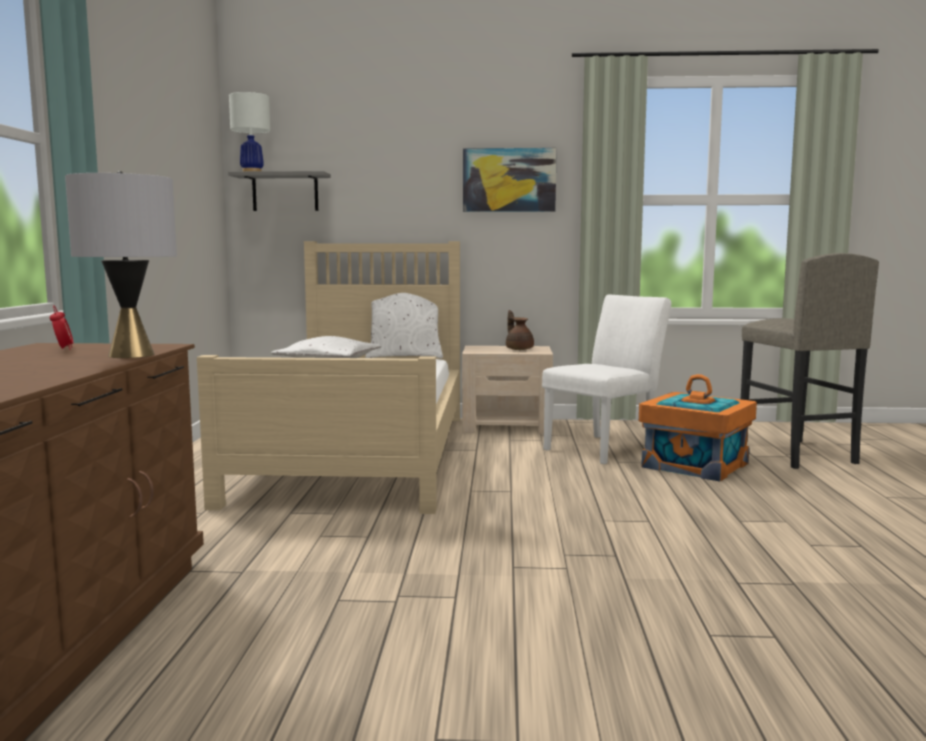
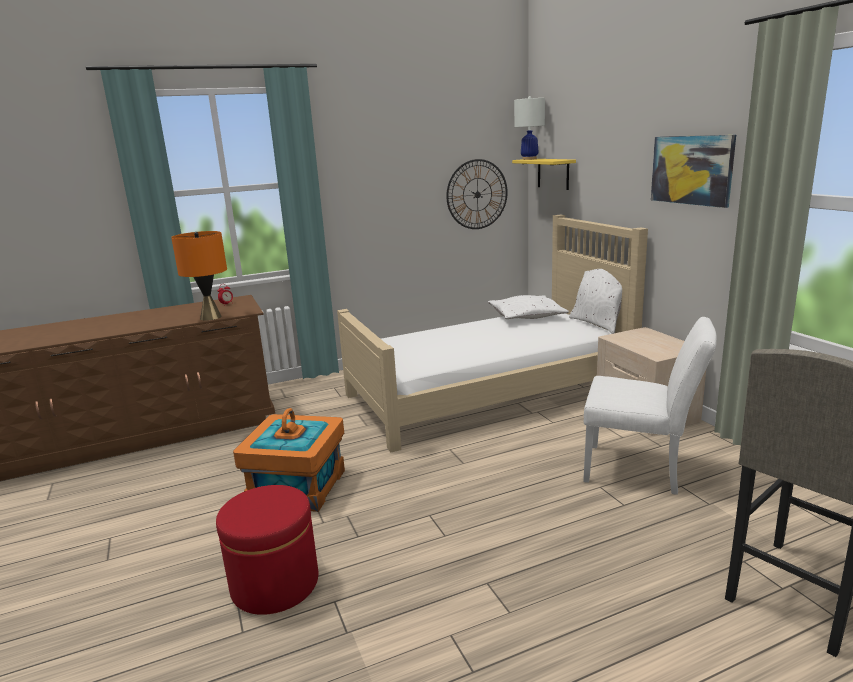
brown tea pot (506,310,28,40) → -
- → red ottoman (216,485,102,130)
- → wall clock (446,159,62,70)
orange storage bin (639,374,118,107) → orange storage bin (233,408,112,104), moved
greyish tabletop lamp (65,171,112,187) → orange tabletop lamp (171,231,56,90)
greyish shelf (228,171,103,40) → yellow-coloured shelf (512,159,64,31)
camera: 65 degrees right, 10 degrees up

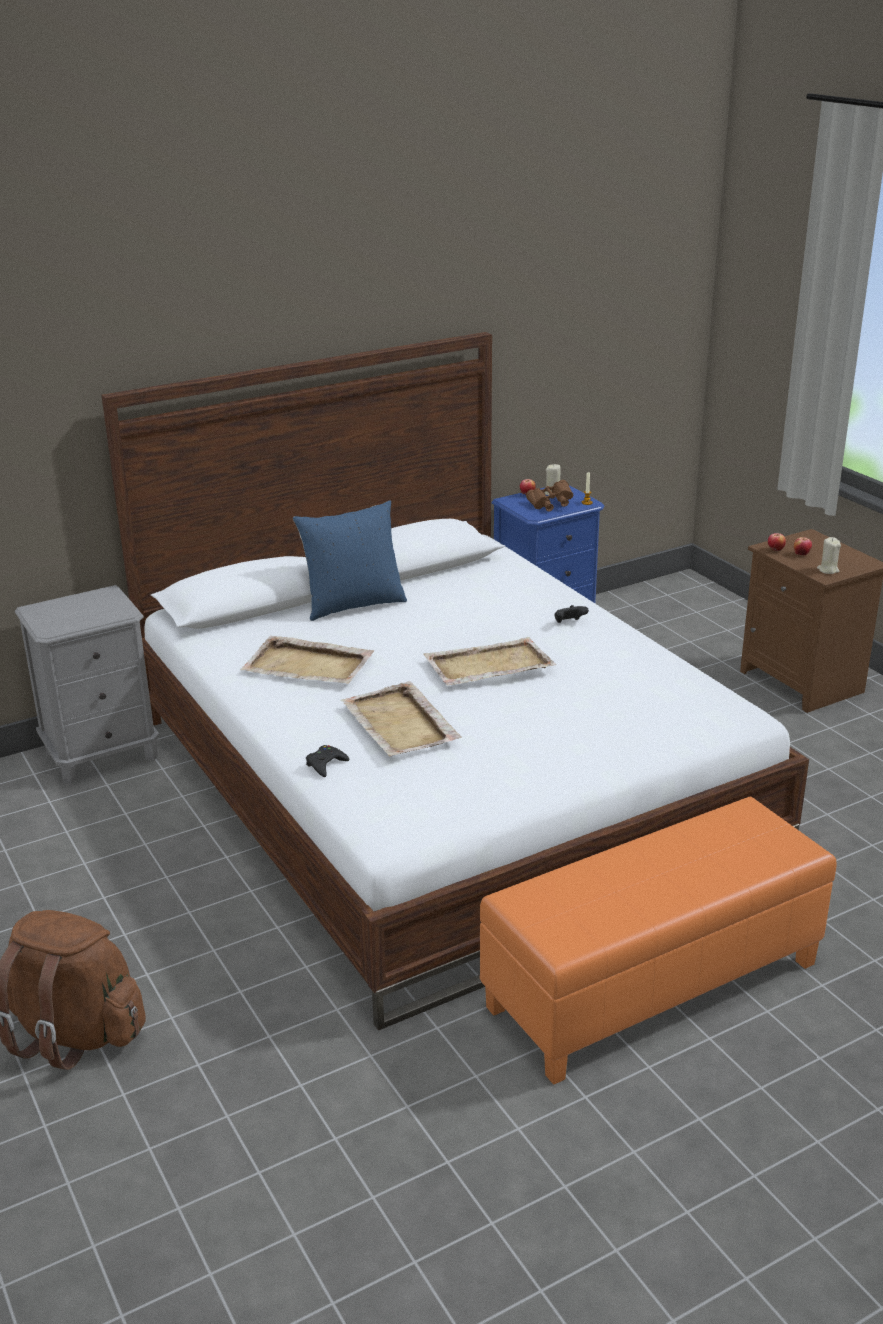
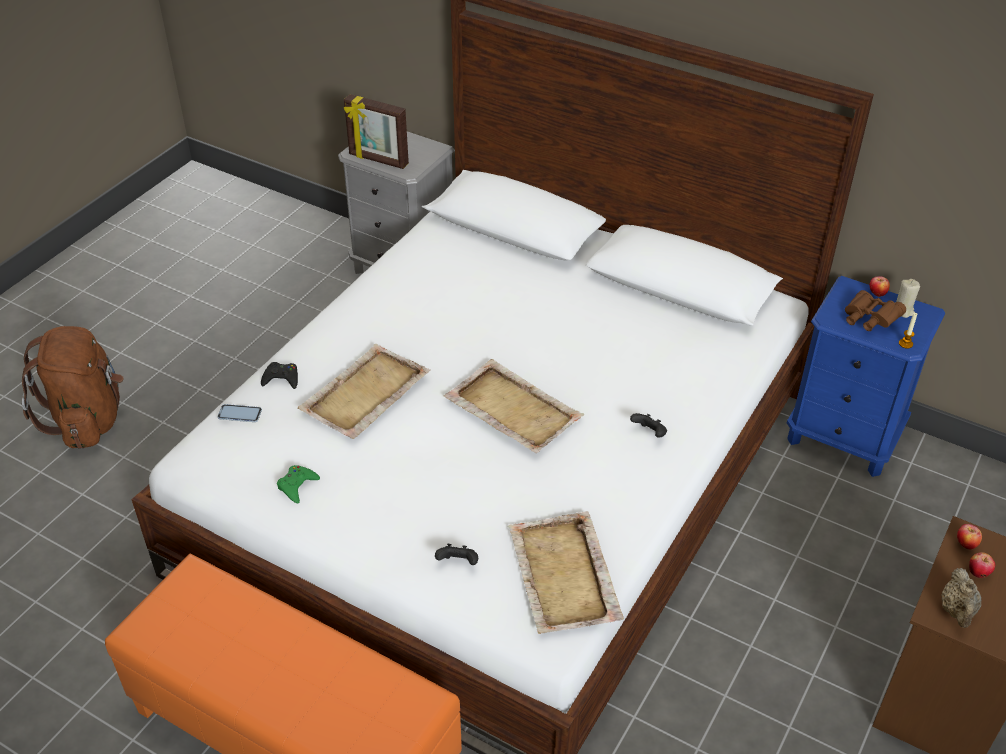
bluish pillow (293,500,114,121) → -
- → telephone (217,404,45,18)
- → green-coloured joypad (277,465,43,38)
- → photo frame (344,94,65,75)
- → black-coloured joypad (435,544,43,21)
sand-coloured carrying tray (240,636,134,48) → sand-coloured carrying tray (508,511,116,123), moved
sand-coloured wax candle (817,537,24,37) → sand-coloured tea pot (942,568,39,60)
camera: 60 degrees right, 15 degrees up

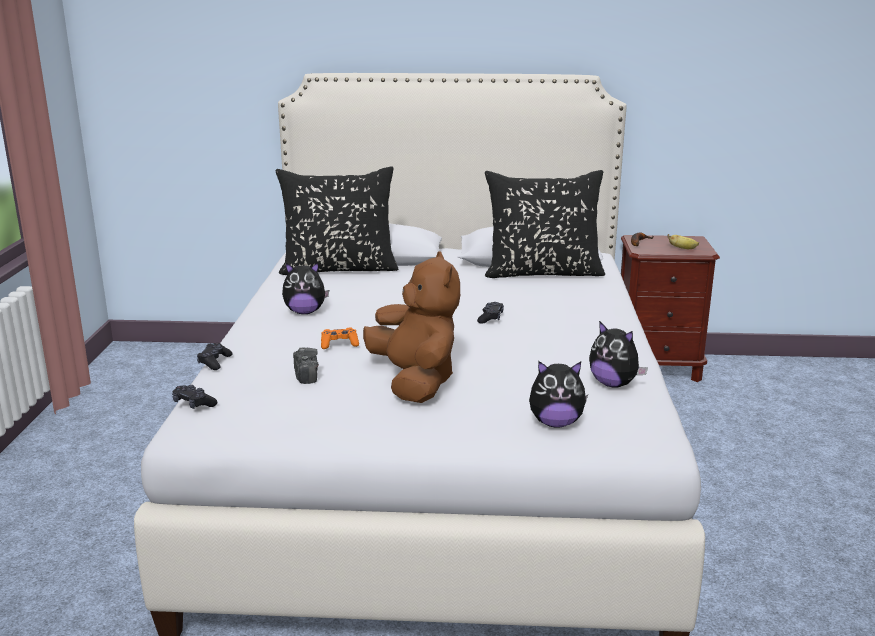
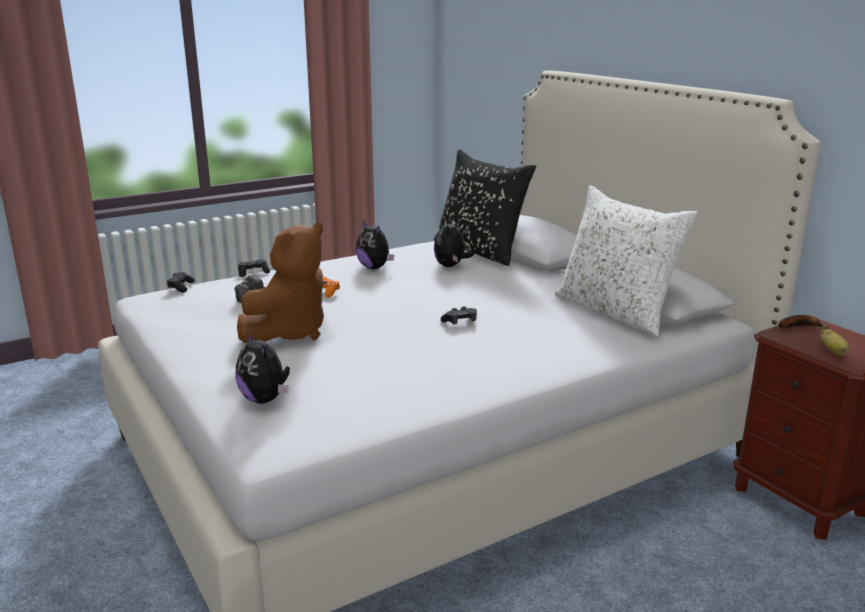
plush toy (589,321,59,67) → plush toy (434,218,41,49), moved
black-coloured pillow (485,170,120,108) → whitish pillow (555,185,143,151)
camera: 55 degrees right, 0 degrees up

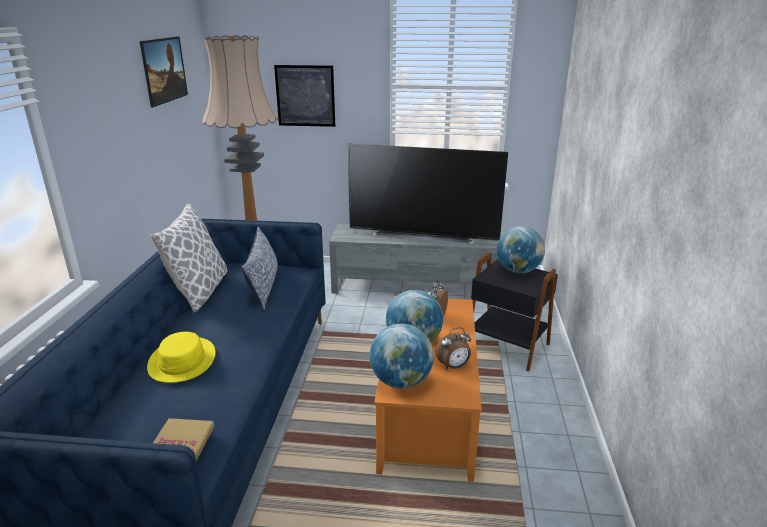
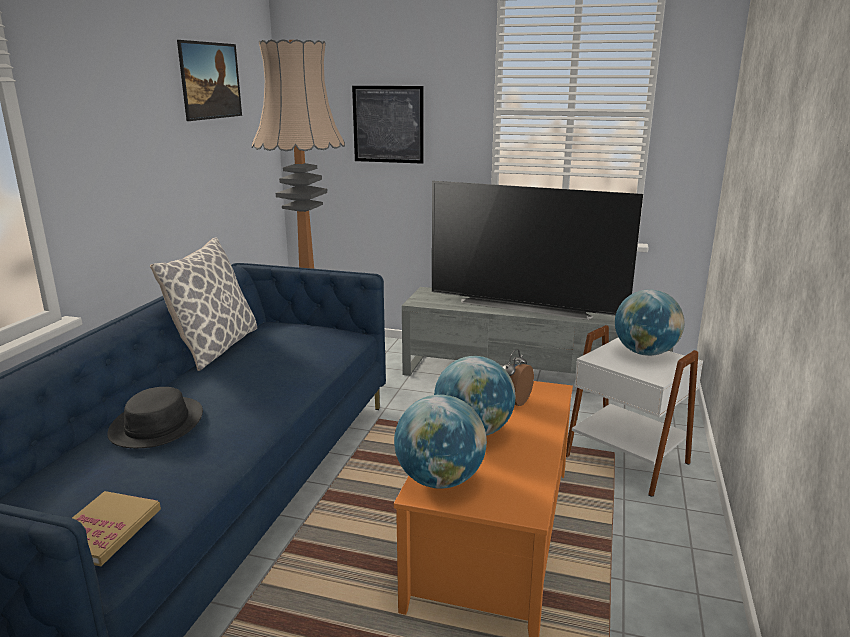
pillow (241,227,37,83) → -
table clock (435,327,36,43) → -
yellow-coloured hat (147,332,68,51) → black-coloured hat (107,387,96,61)
black-coloured end table (471,252,87,119) → whitish end table (566,325,137,172)
camera: 10 degrees right, 5 degrees down

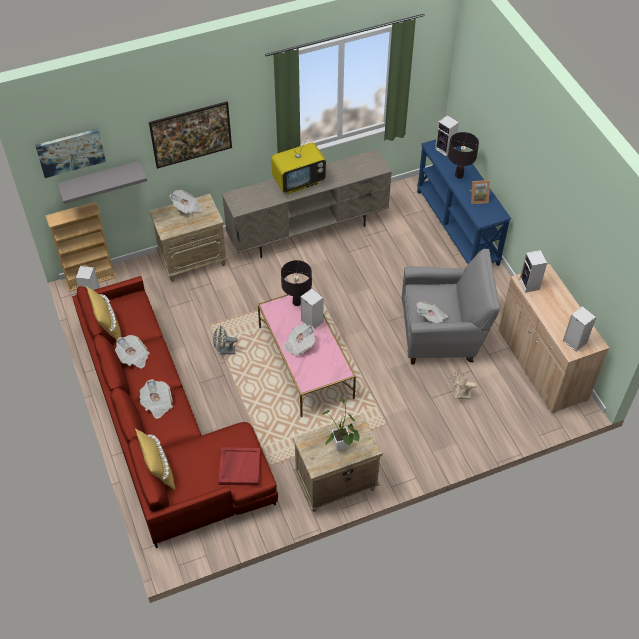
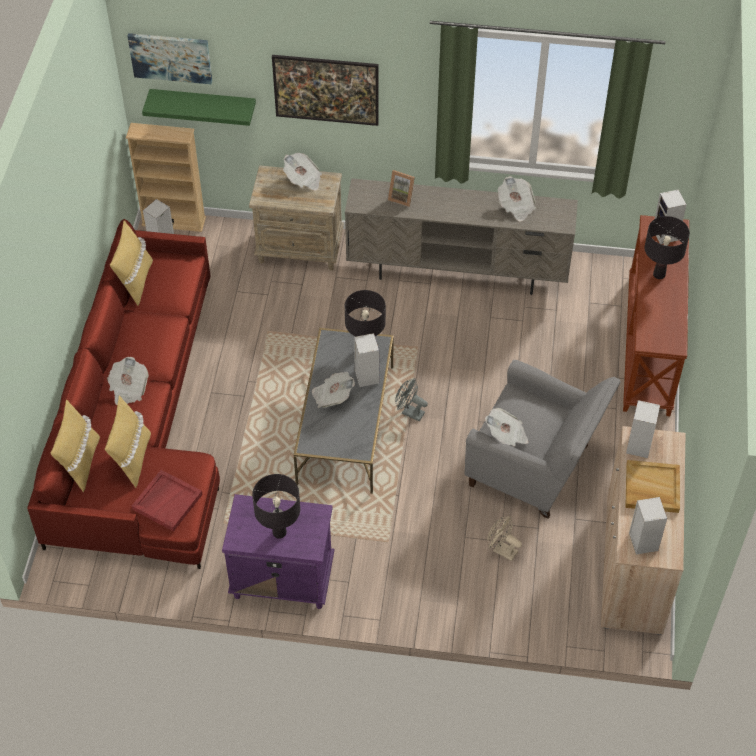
TV set (271,137,55,57) → -
- → yellow-coloured pillow (105,396,46,92)
- → sand-coloured carrying tray (625,460,55,53)
daily paper (115,335,35,34) → daily paper (498,176,38,46), moved
greyish fan (213,326,25,29) → greyish fan (395,378,33,43), moved
photo frame (470,180,20,24) → photo frame (388,170,27,37), moved
plant in a pot (322,398,38,53) → black-coloured tabletop lamp (252,474,48,65)
greyish shelf (57,161,90,43) → green-coloured shelf (142,89,114,37)
pink low table (258,294,98,123) → greyish low table (294,328,100,166)
sand-coloured night table (293,414,90,98) → purple-coloured night table (222,494,113,115)
bluish console table (417,139,94,127) → brown console table (623,215,66,201)
camera: 30 degrees right, 0 degrees up

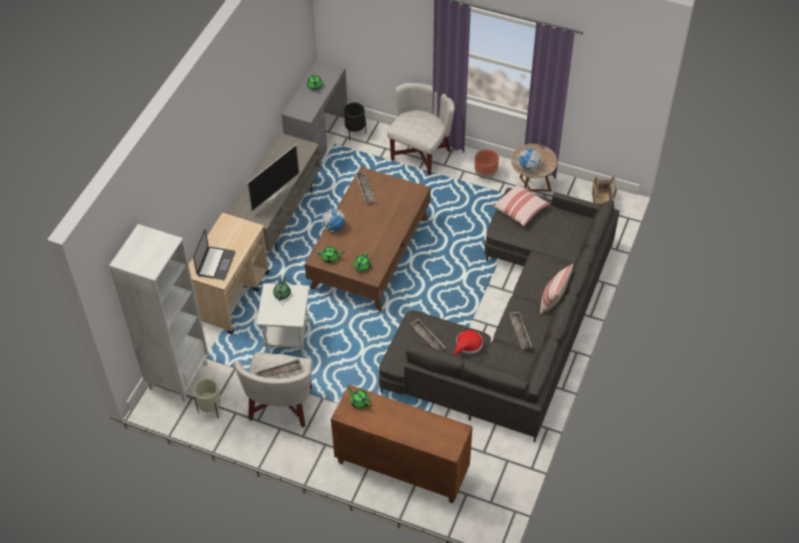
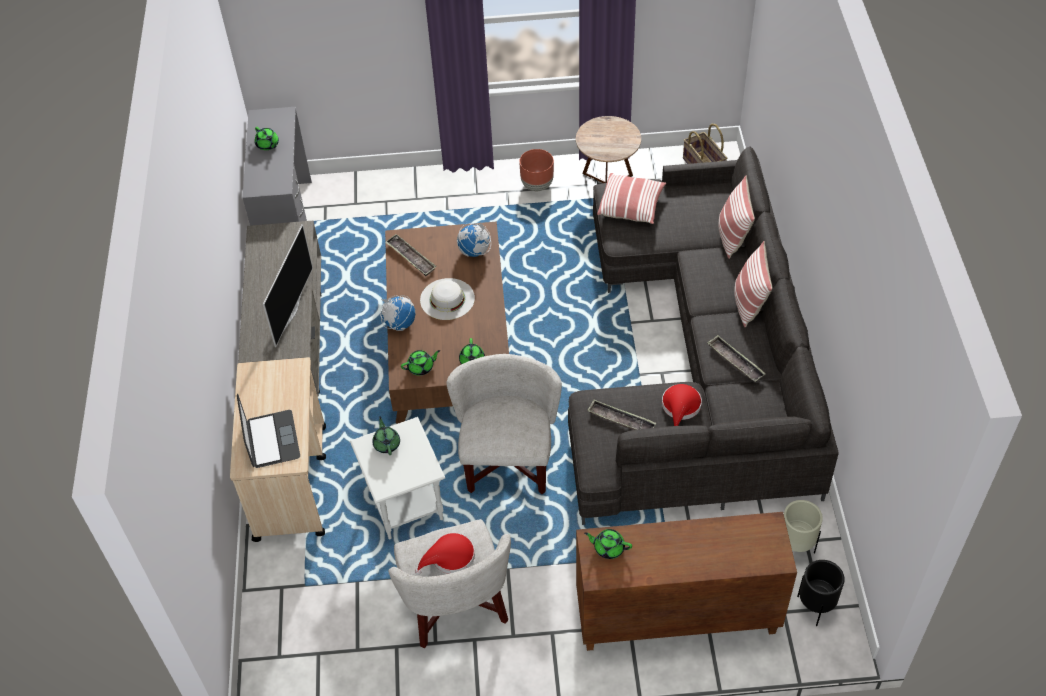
whitish bookcase (109,224,100,178) → -
- → whitish hat (420,278,55,42)
- → pillow (719,175,36,84)
sand-coloured flower pot (193,378,28,40) → sand-coloured flower pot (784,500,39,53), moved
black-coloured flower pot (344,102,22,39) → black-coloured flower pot (797,560,48,66), moved
whitish easy chair (387,83,68,92) → whitish easy chair (446,354,116,140), moved
desk globe (519,147,22,23) → desk globe (457,222,34,35), moved
carrying tray (255,359,48,19) → red hat (415,533,60,42)
camera: 25 degrees left, 0 degrees up

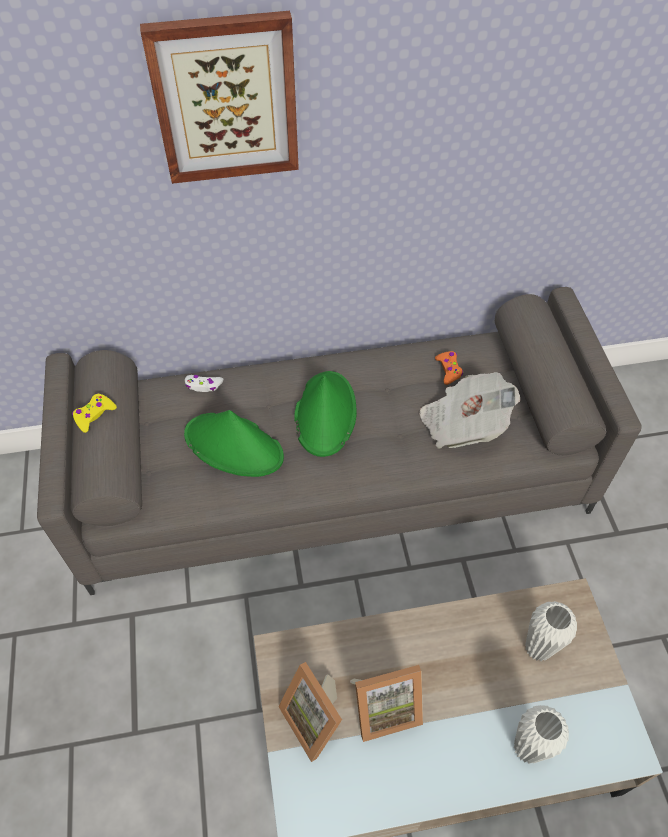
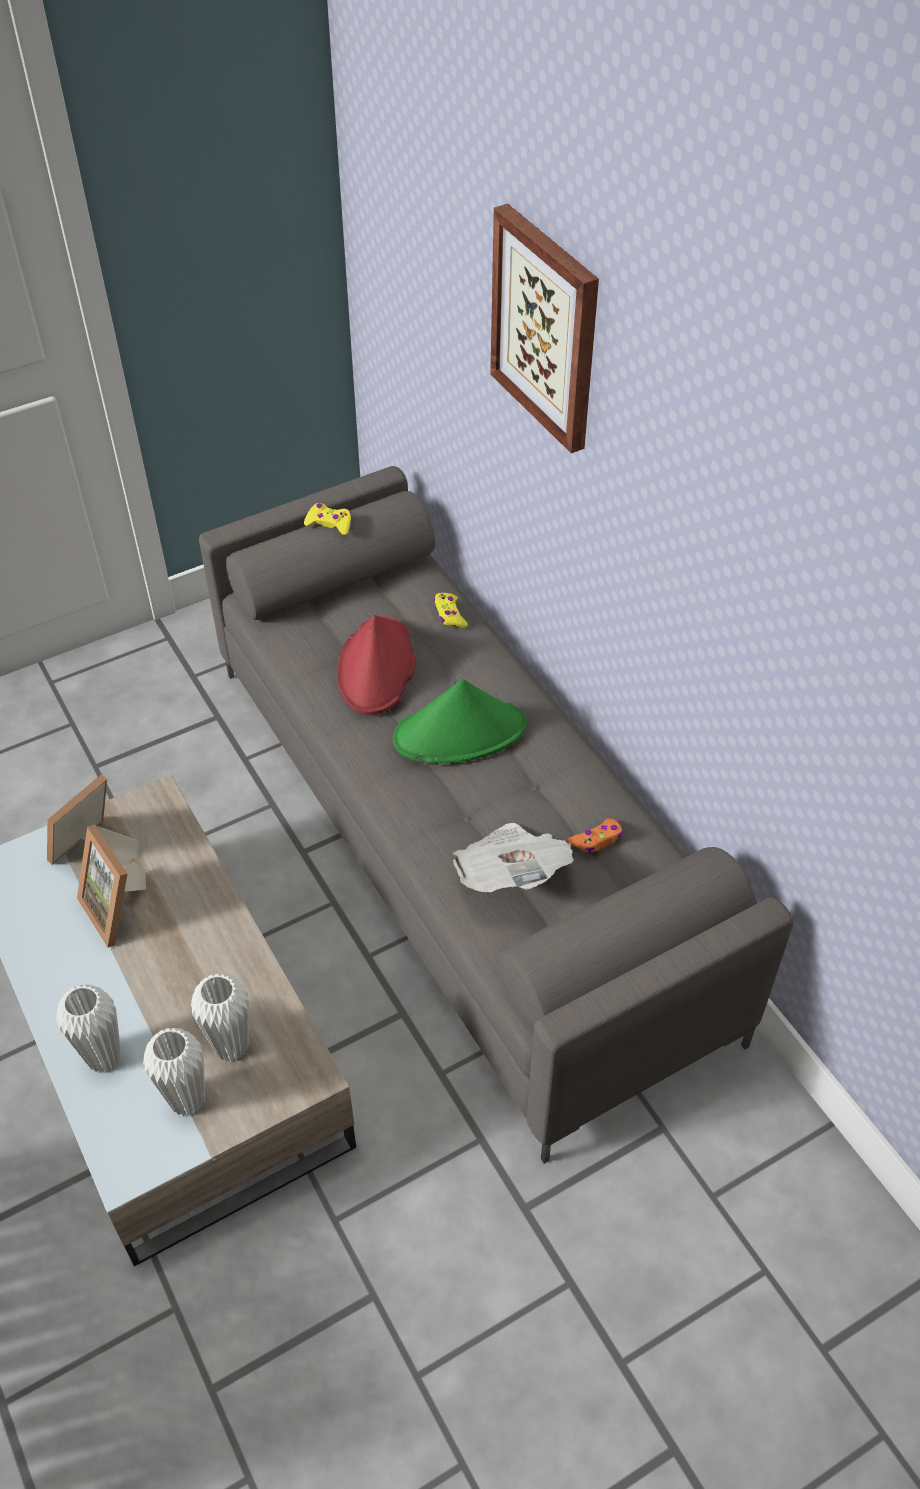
- → whitish vase (143,1028,62,88)
green-coloured hat (184,410,100,67) → red hat (337,615,79,100)
whitish joypad (185,375,38,17) → yellow-coloured joypad (434,593,33,35)
camera: 70 degrees right, 5 degrees down

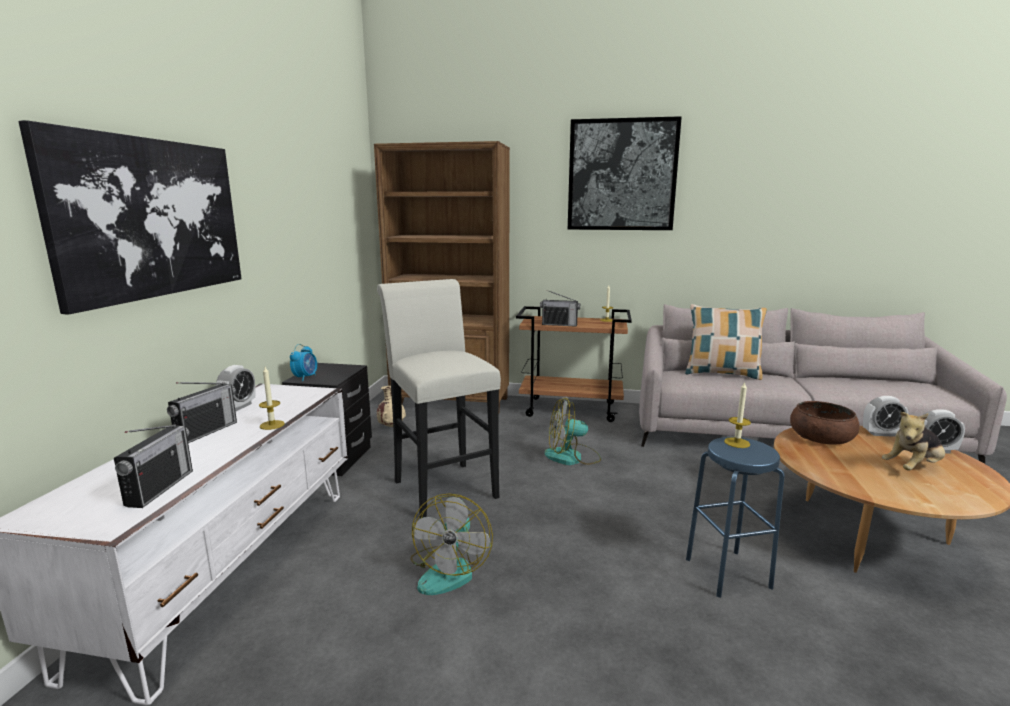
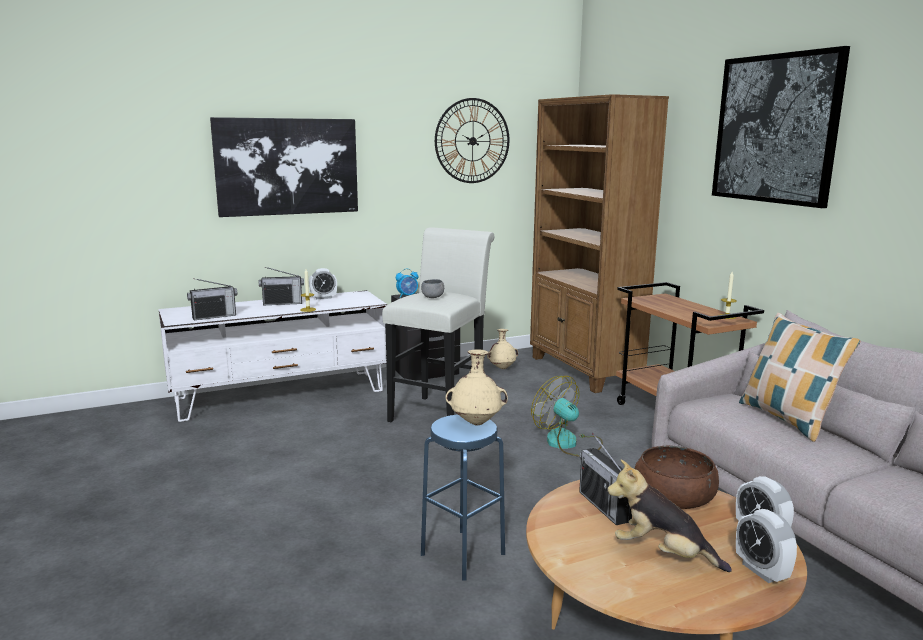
fan (410,493,83,102) → -
- → greyish deep dish (421,279,23,19)
- → wall clock (435,98,74,85)
radio (540,290,40,37) → radio (579,433,53,92), moved
wax candle (724,381,27,67) → sand-coloured vase (445,350,63,75)
camera: 55 degrees right, 0 degrees up

